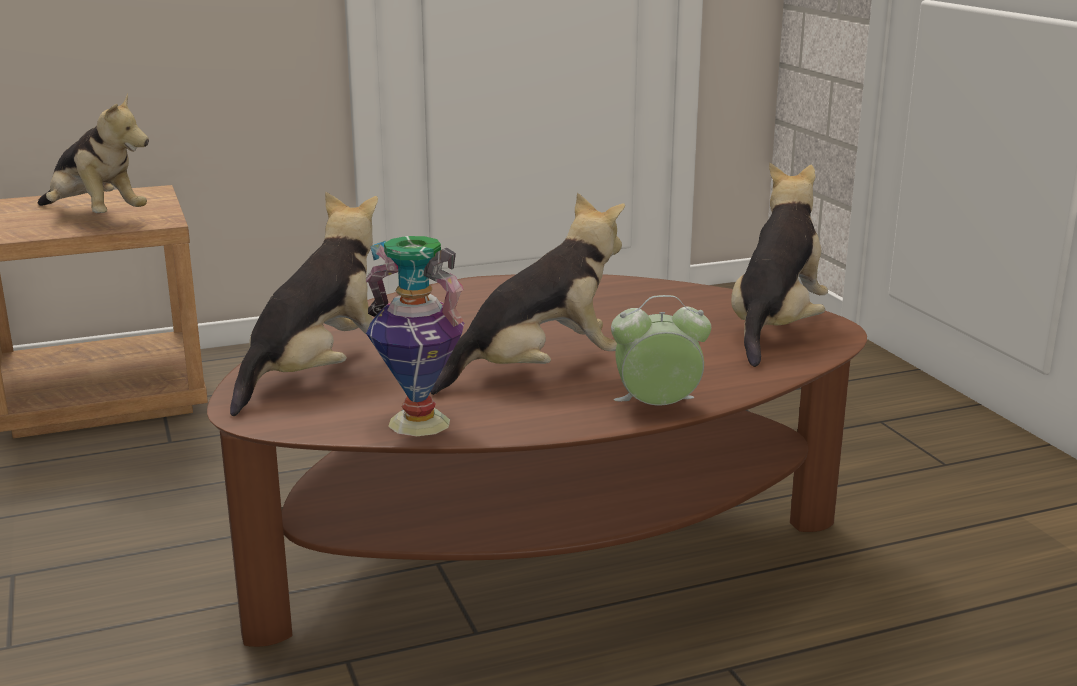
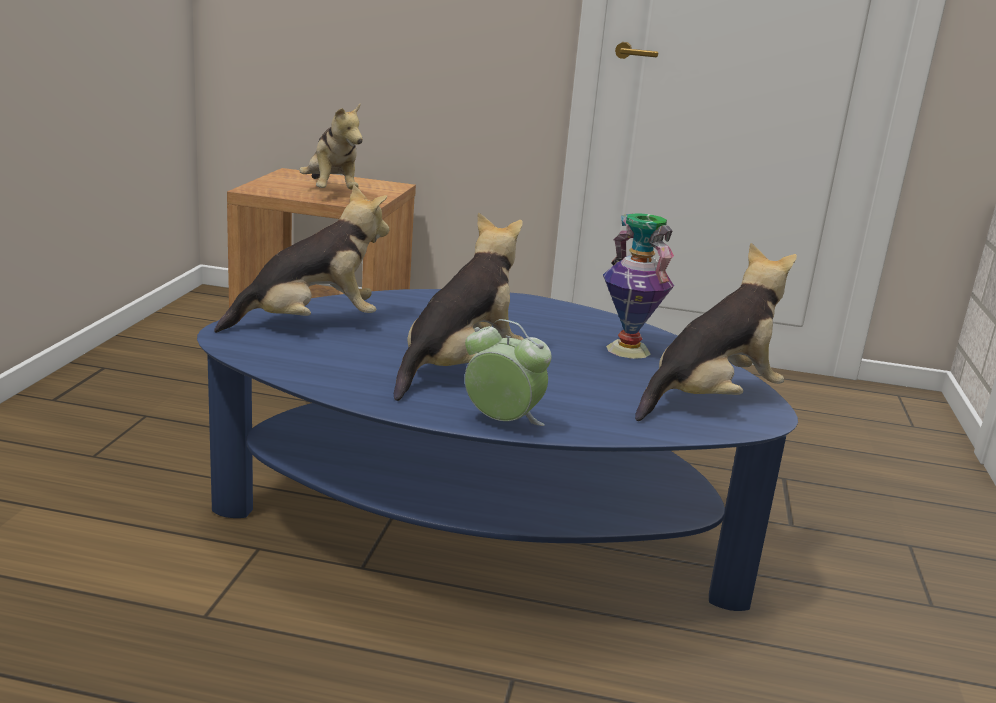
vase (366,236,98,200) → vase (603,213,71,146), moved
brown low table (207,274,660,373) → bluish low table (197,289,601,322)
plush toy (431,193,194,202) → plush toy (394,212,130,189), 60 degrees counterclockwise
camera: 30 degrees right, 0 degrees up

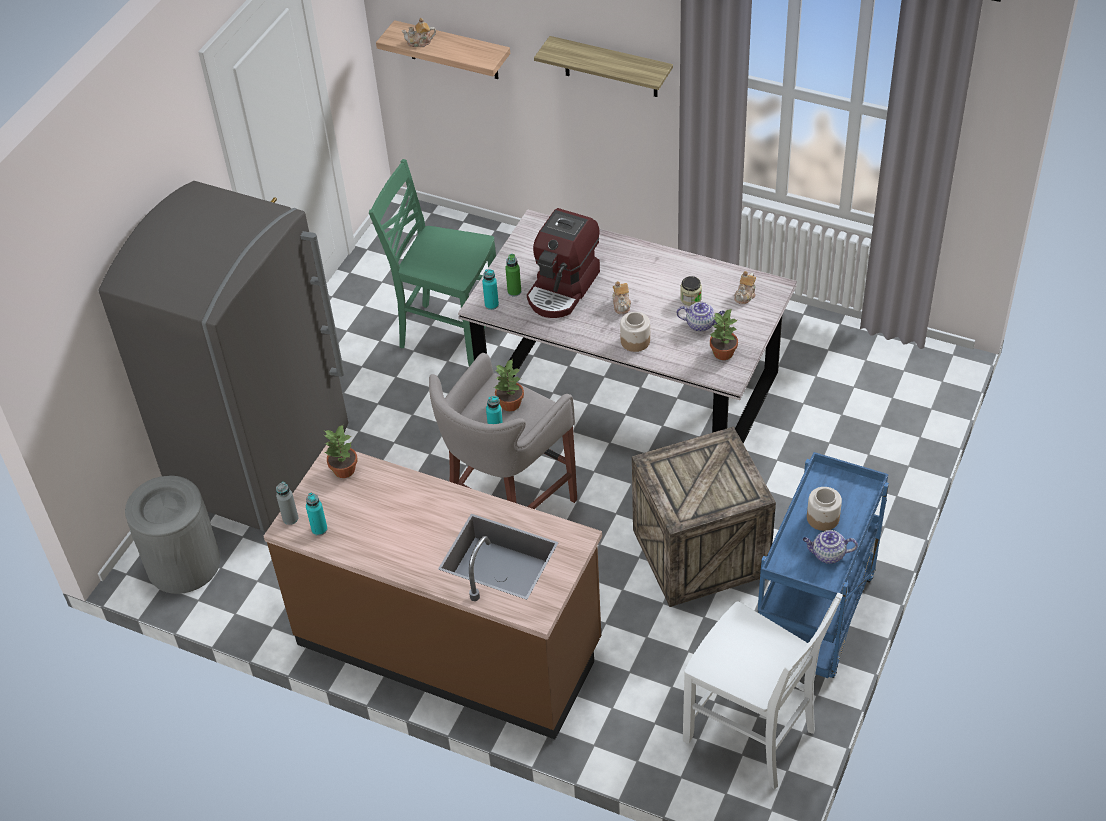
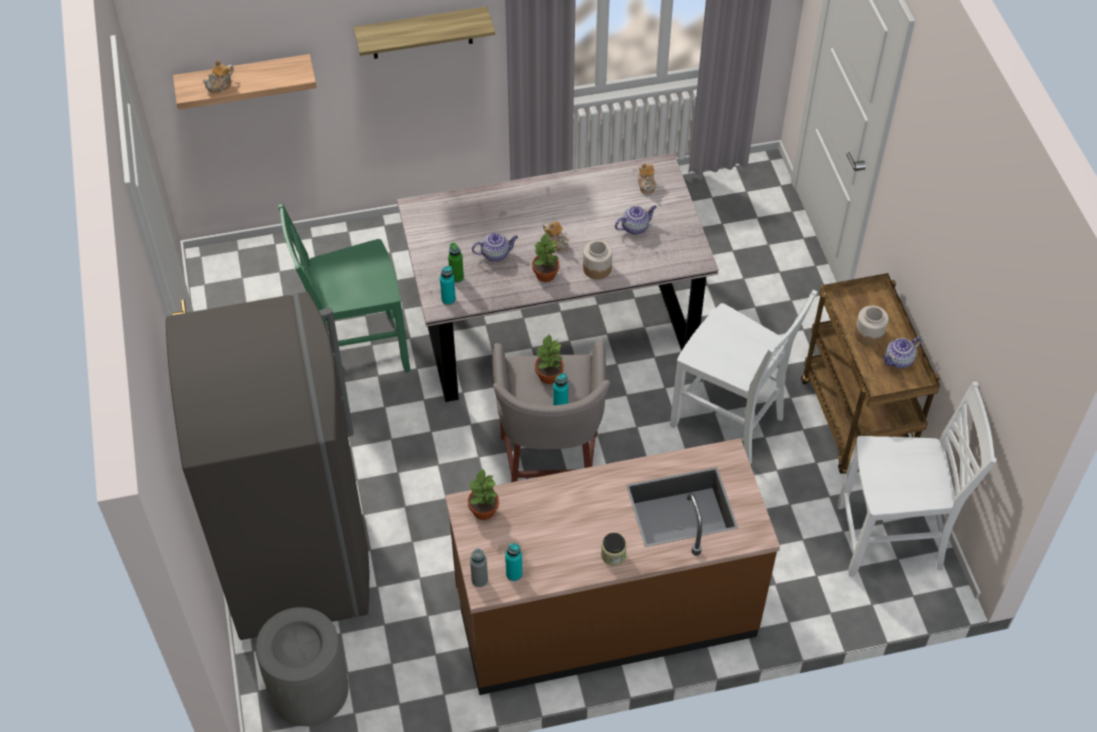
preserve jar (680,276,22,30) → preserve jar (601,533,26,33), moved
plant in a pot (709,308,29,52) → plant in a pot (532,233,27,49), moved
coffee brewer (527,208,73,110) → tea pot (472,232,46,30)
shipping crate (632,426,144,181) → whitish plain chair (670,290,147,174)
bluish trolley (757,452,132,226) → brown trolley (801,273,139,201)
camera: 40 degrees left, 5 degrees up

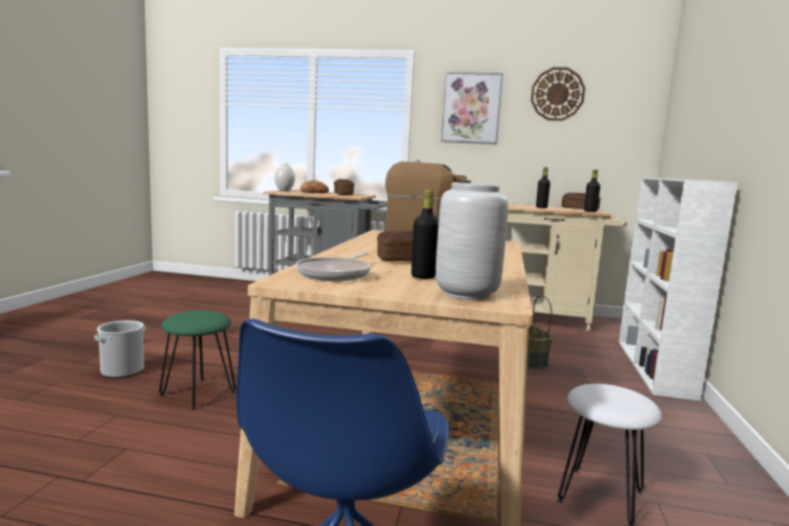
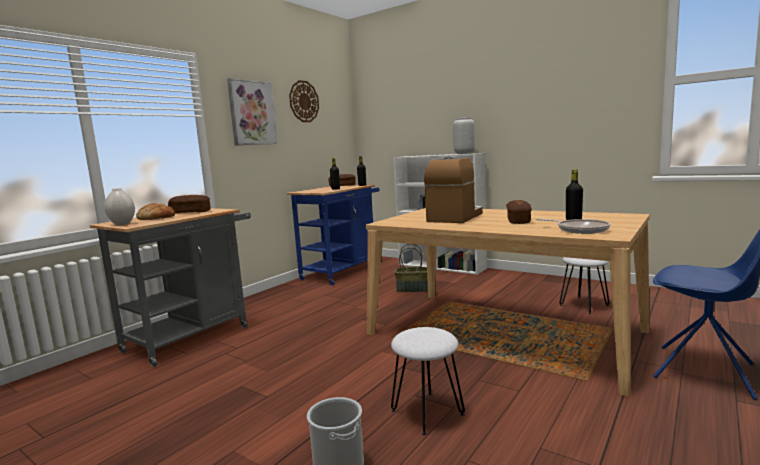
greyish vase (436,182,72,118) → greyish vase (453,117,22,37), moved
green-coloured sitting stool (159,310,77,100) → whitish sitting stool (391,327,74,109)
sand-coloured trolley (507,203,120,129) → bluish trolley (287,185,93,100)
camera: 65 degrees left, 0 degrees up

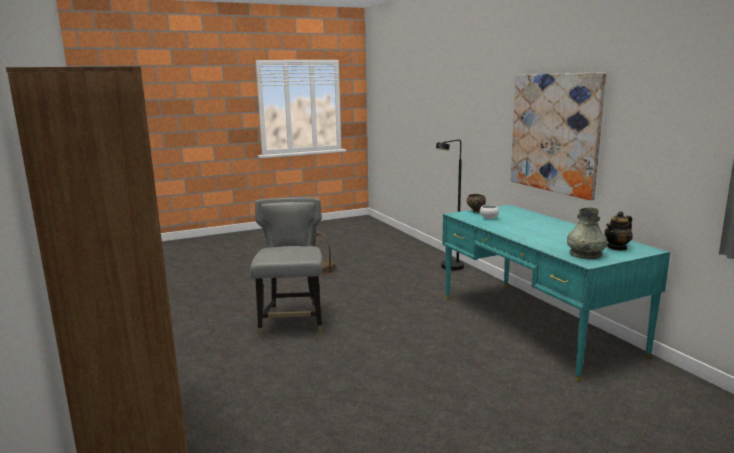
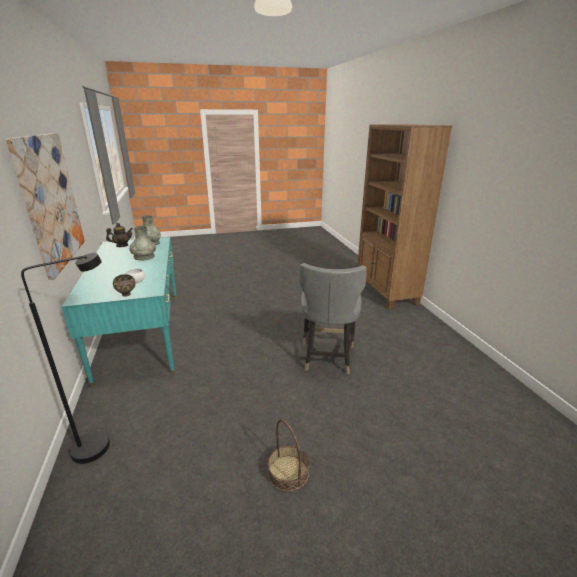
- → greyish vase (130,226,26,34)
camera: 170 degrees left, 10 degrees up

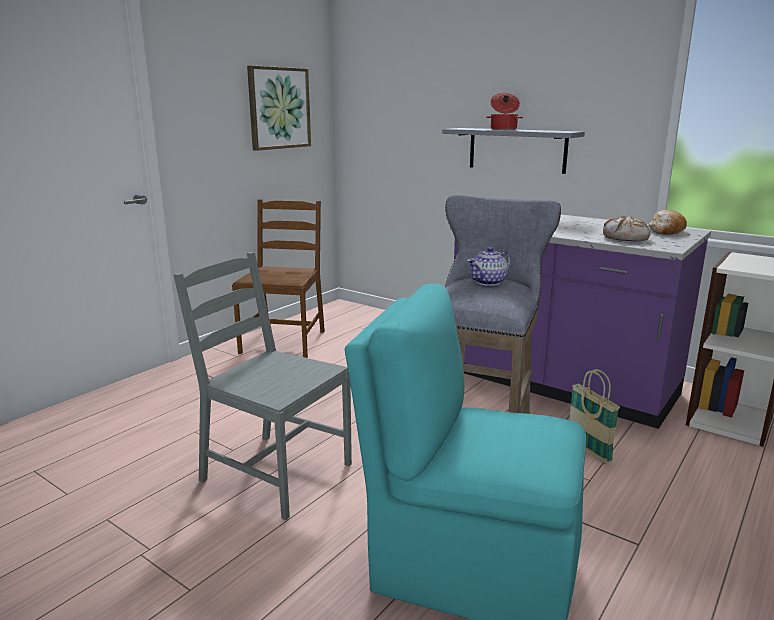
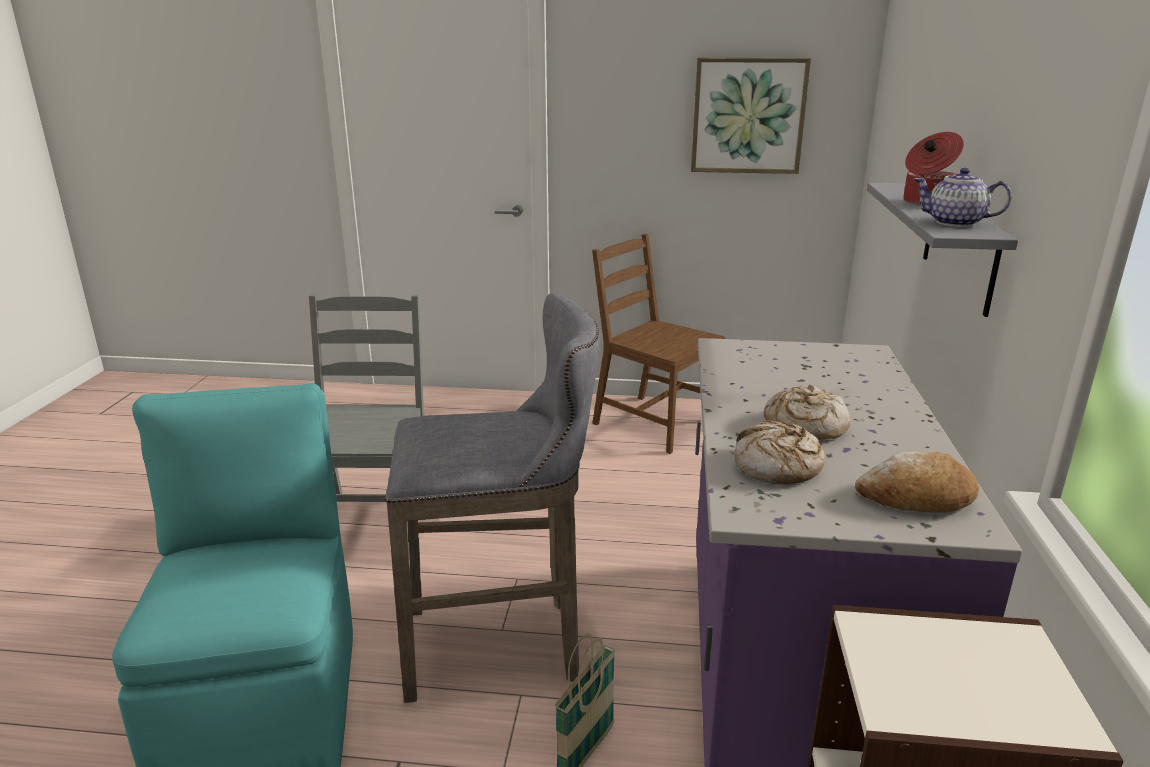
- → bakery bread (764,385,87,54)
tea pot (467,247,44,39) → tea pot (913,168,99,59), moved
brown plain chair (232,199,93,159) → brown plain chair (592,234,134,220), 120 degrees counterclockwise
camera: 60 degrees right, 5 degrees up

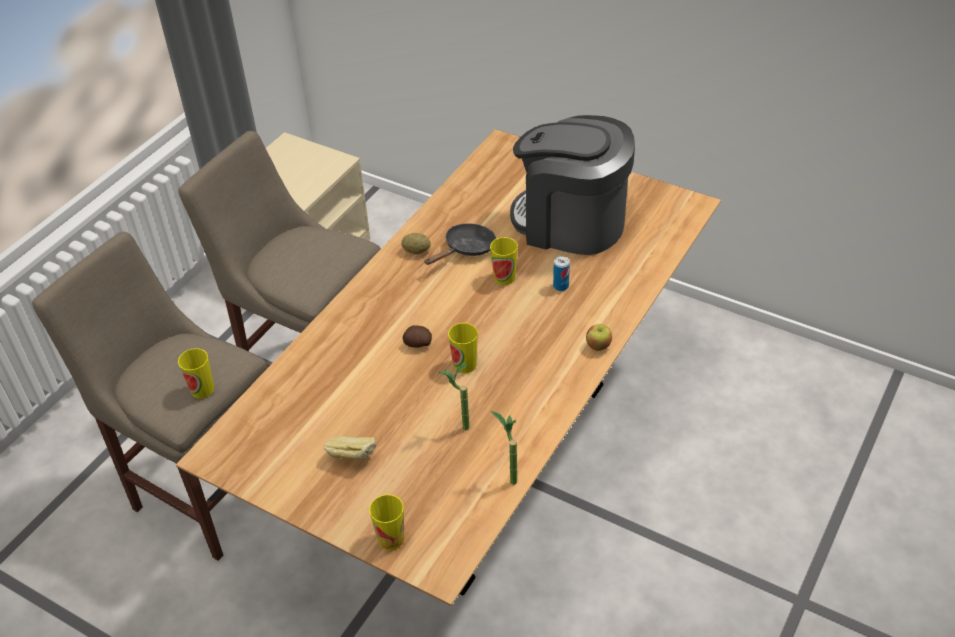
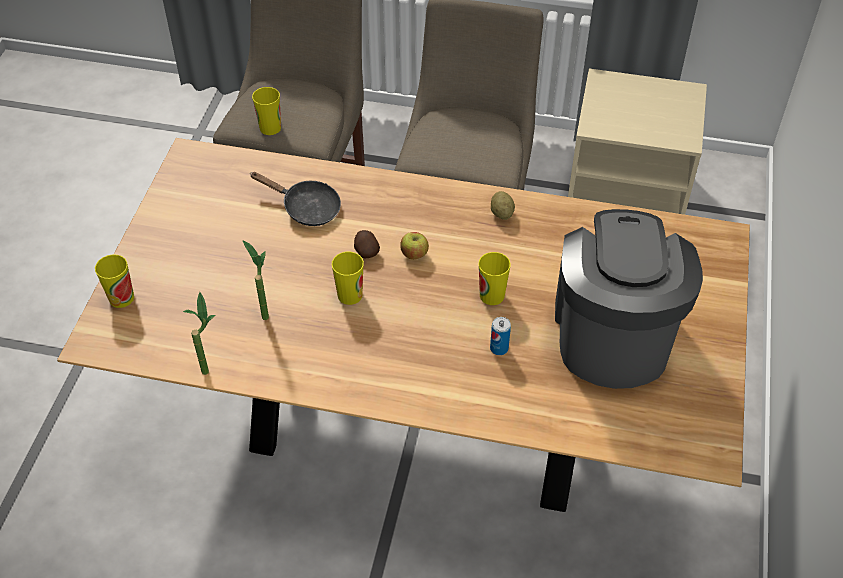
bakery bread (324,436,53,24) → -
black-coloured pan (424,223,72,42) → black-coloured pan (251,172,90,54), moved
apple fruit (586,324,26,27) → apple fruit (400,232,29,28), moved
camera: 70 degrees right, 5 degrees up

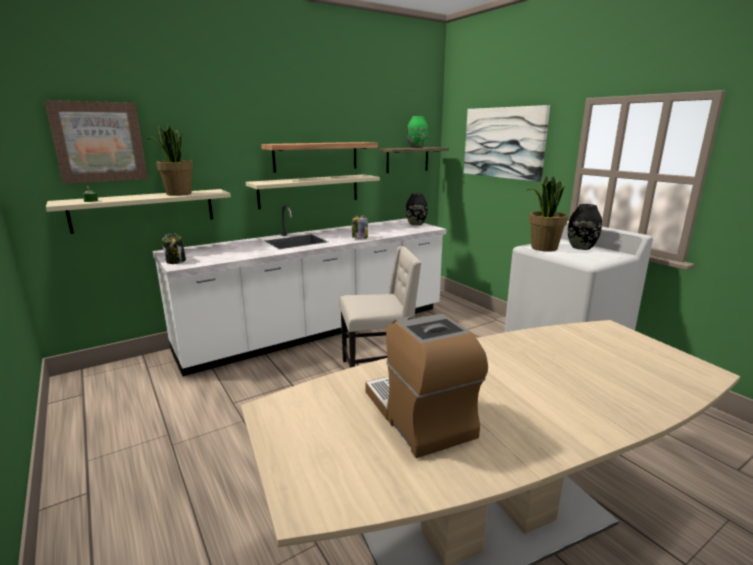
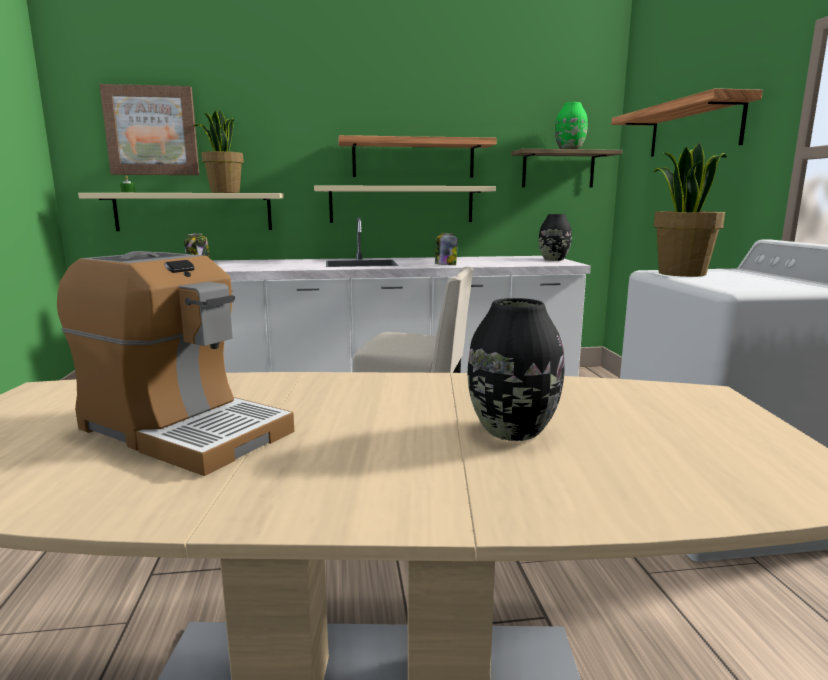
black-coloured vase (568,204,34,46) → black-coloured vase (468,298,96,143), moved
wall picture (464,105,86,77) → shelf (611,88,152,69)
coffee brewer (365,314,123,144) → coffee brewer (57,251,237,225), 120 degrees clockwise
camera: 25 degrees right, 5 degrees down

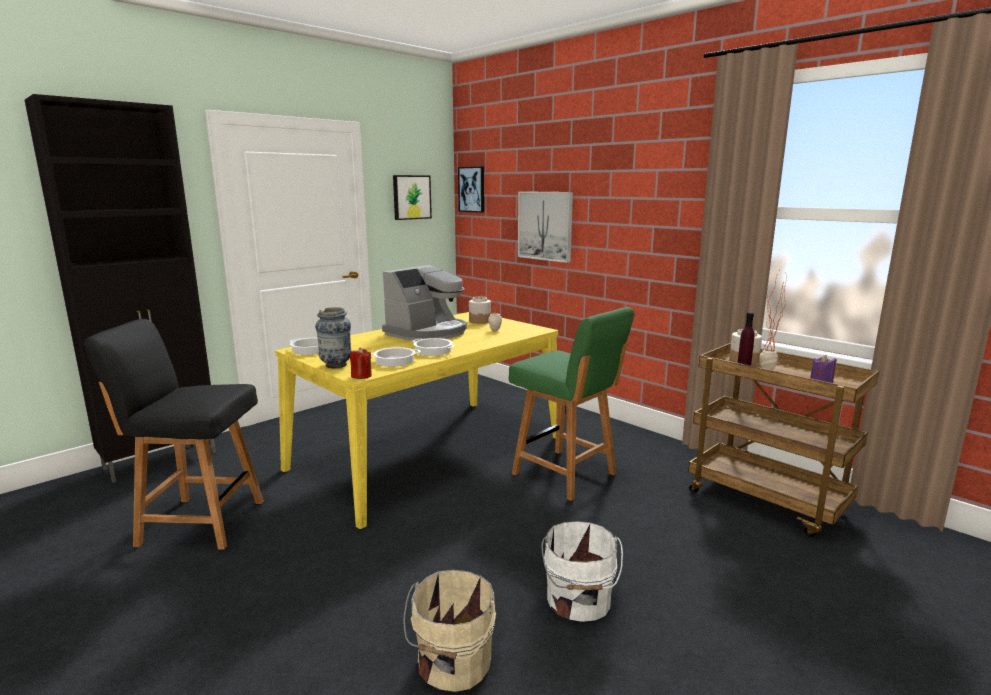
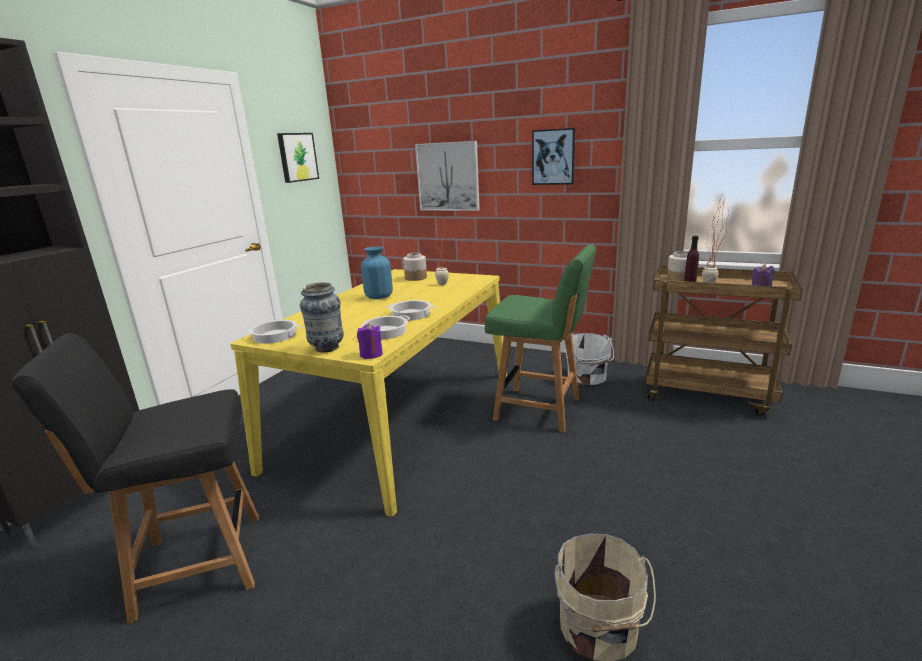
wall picture (458,167,26,46) → wall picture (532,128,43,57), moved
whitish pail (541,521,82,101) → whitish pail (566,333,48,52), moved
coffee brewer (382,265,85,76) → bluish vase (361,246,32,53)
red wax candle (350,347,22,32) → purple-coloured wax candle (357,323,26,36)
camera: 20 degrees left, 5 degrees up

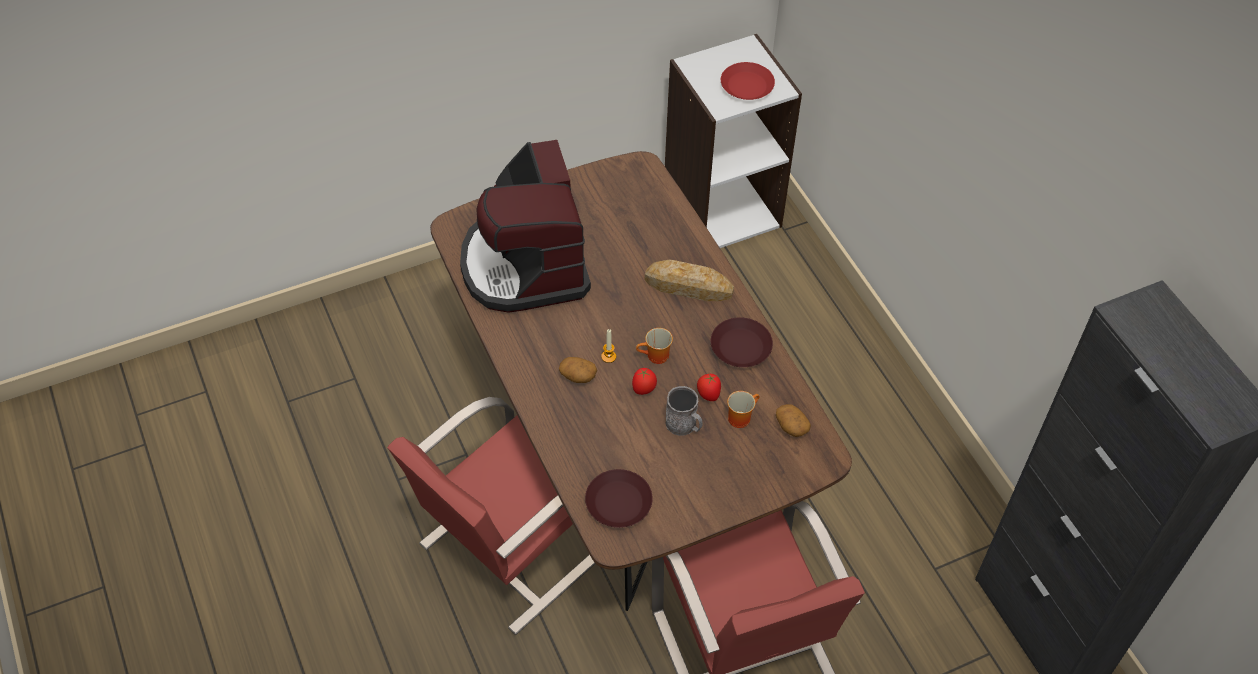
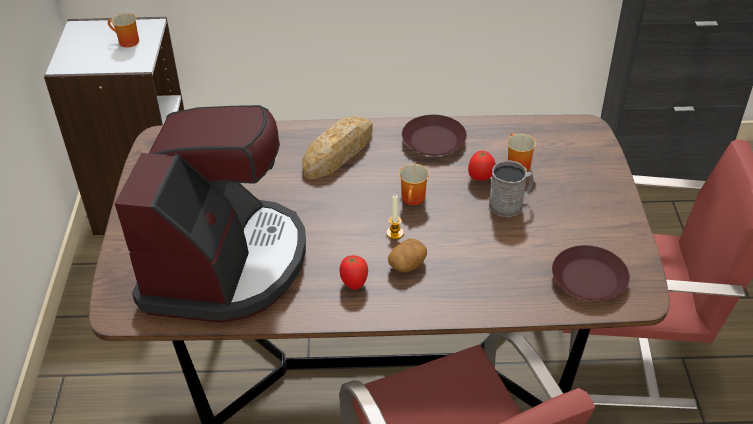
potato (776,404,35,33) → -
tomato (632,368,25,27) → tomato (340,255,28,35), moved
red plate (721,62,54,38) → coffee mug (108,13,31,35)
coffee brewer (460,140,131,173) → coffee brewer (115,105,191,218), 90 degrees counterclockwise
camera: 65 degrees left, 10 degrees down

